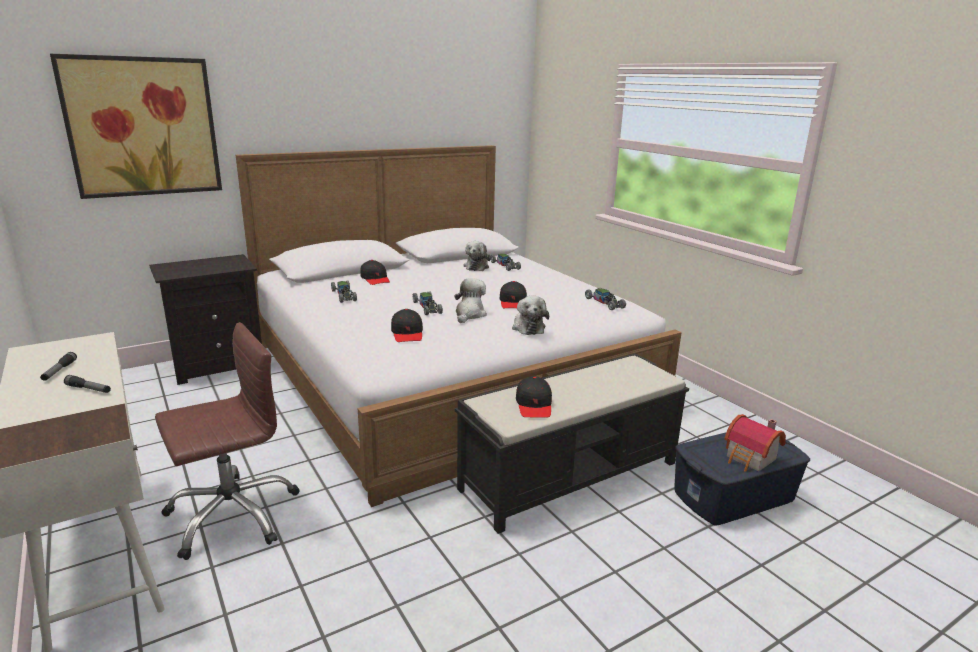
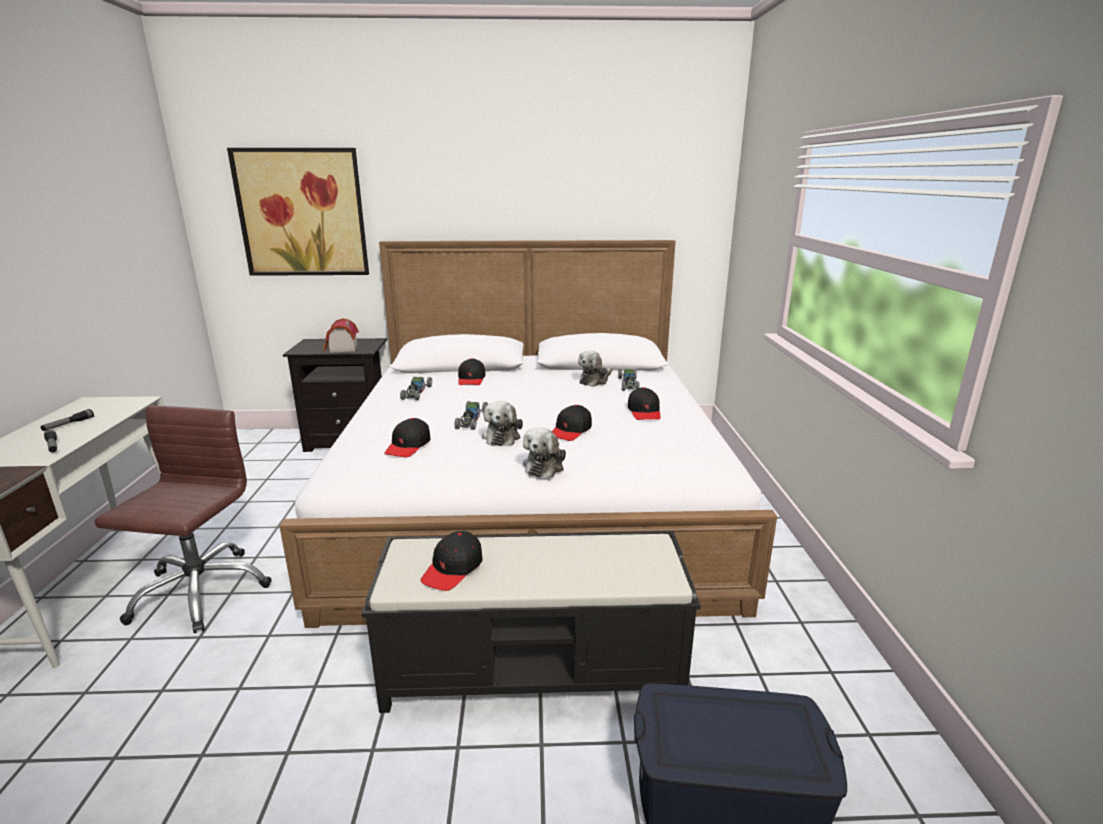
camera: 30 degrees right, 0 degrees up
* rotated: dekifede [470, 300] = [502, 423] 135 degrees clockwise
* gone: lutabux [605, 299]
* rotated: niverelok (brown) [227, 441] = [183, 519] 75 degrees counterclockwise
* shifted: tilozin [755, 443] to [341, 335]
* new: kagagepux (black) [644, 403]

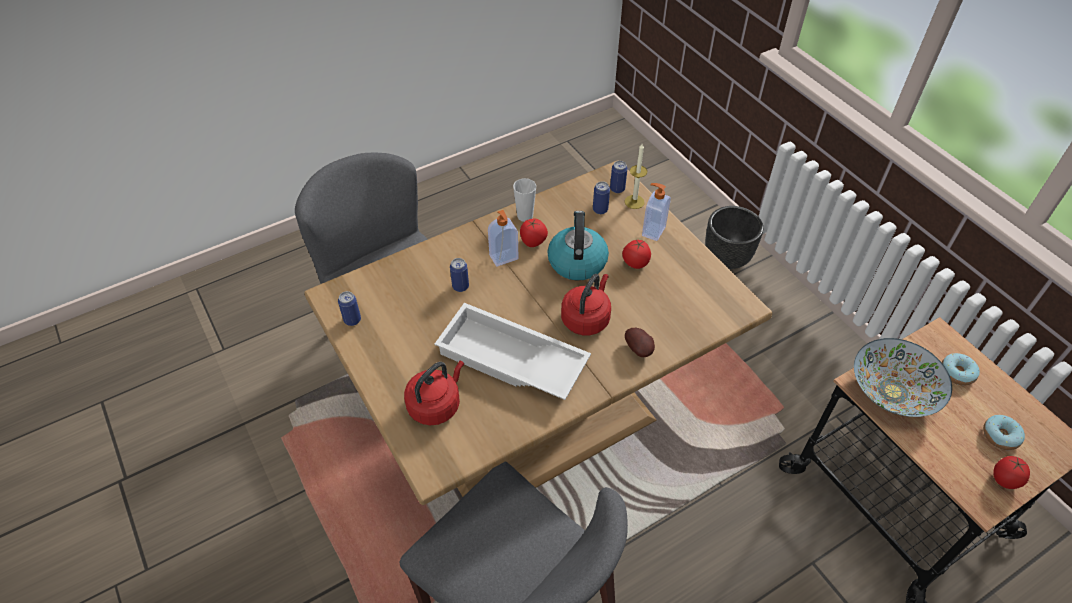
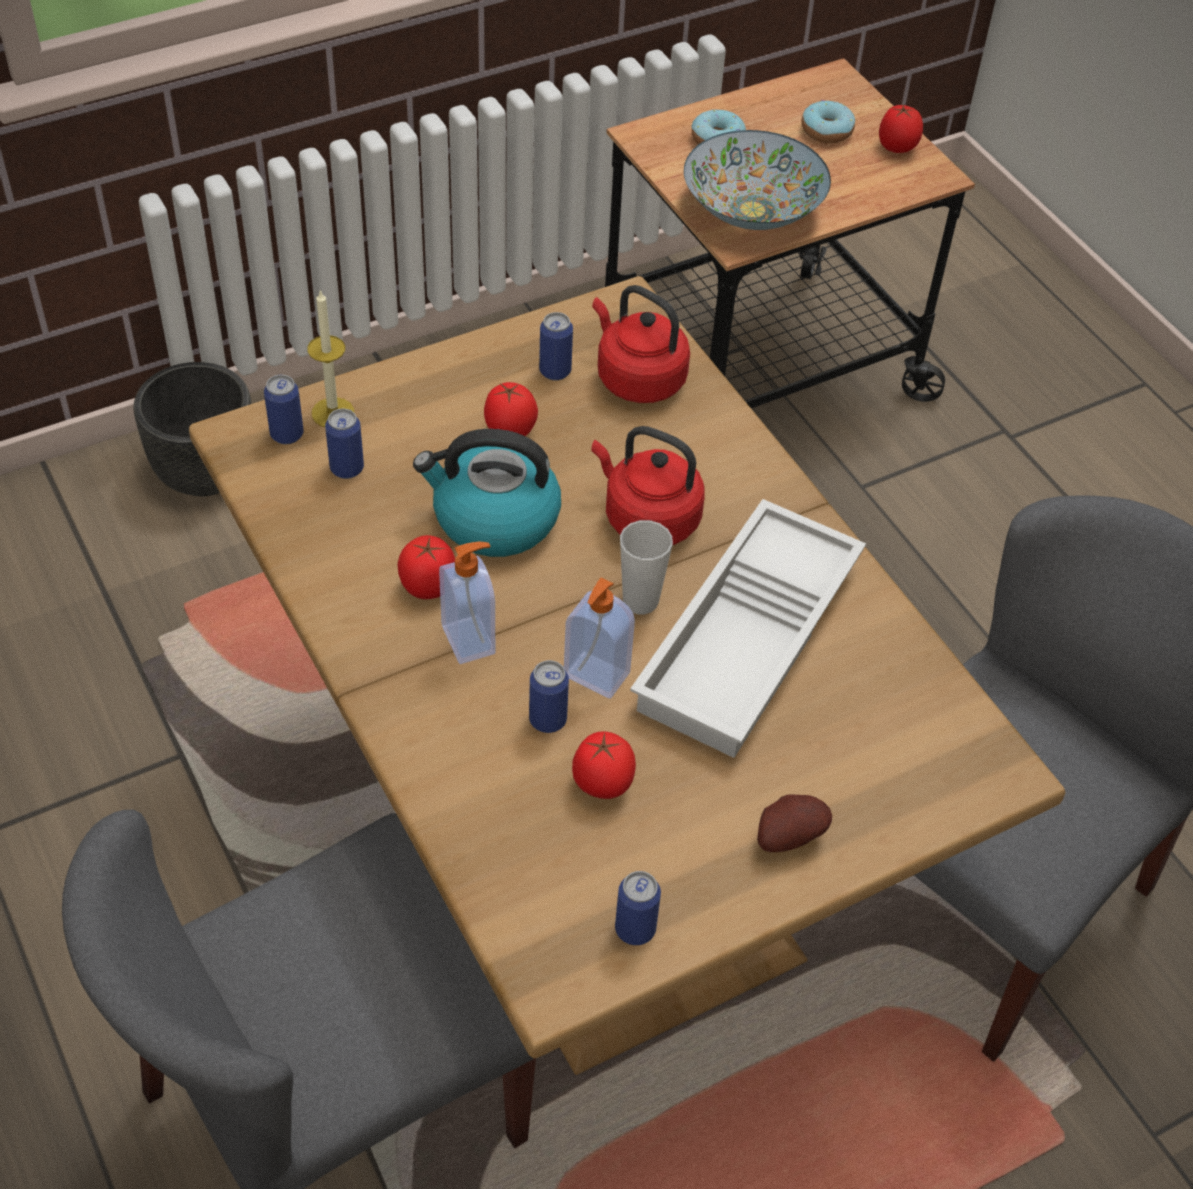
camera: 90 degrees left, 0 degrees up
* shifted: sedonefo [524, 200] to [646, 567]
* shifted: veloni [656, 212] to [599, 638]
* shifted: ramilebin [640, 342] to [794, 823]
* shifted: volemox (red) [434, 393] to [641, 344]
* new: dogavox [556, 346]
* new: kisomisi [604, 765]

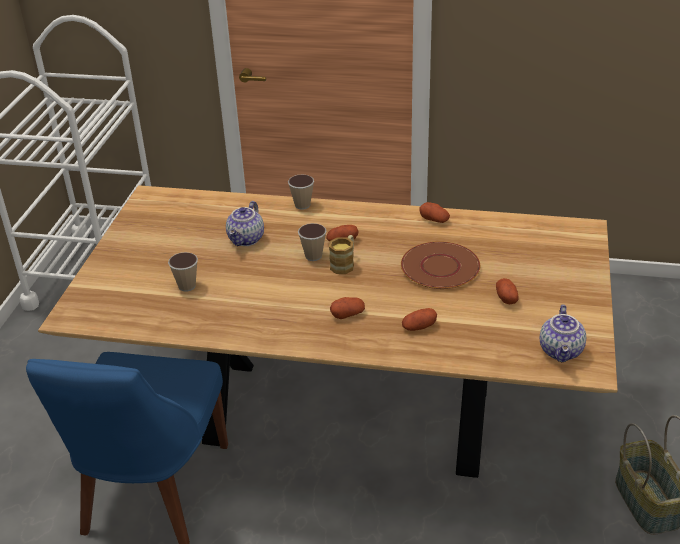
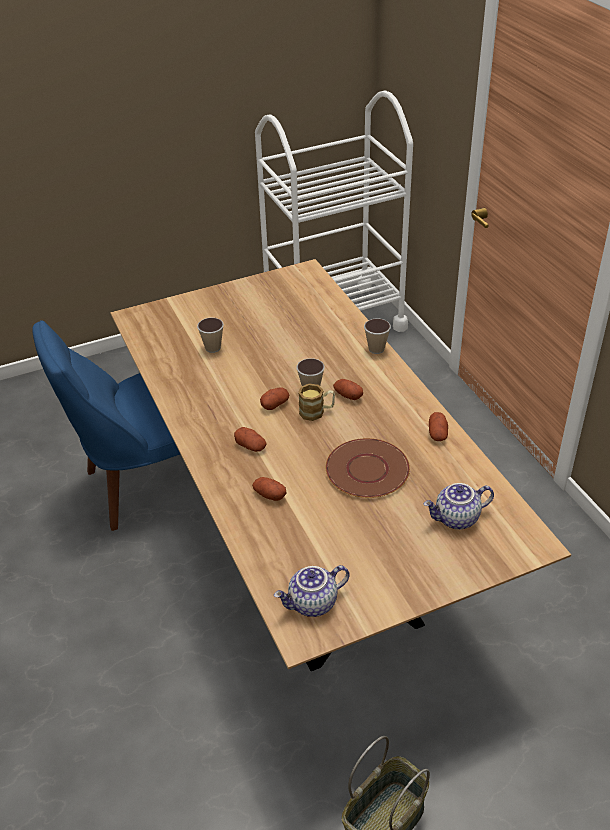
camera: 55 degrees right, 5 degrees up
* shifted: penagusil [245, 223] to [459, 506]
* shifted: ramilebin [507, 291] to [274, 398]

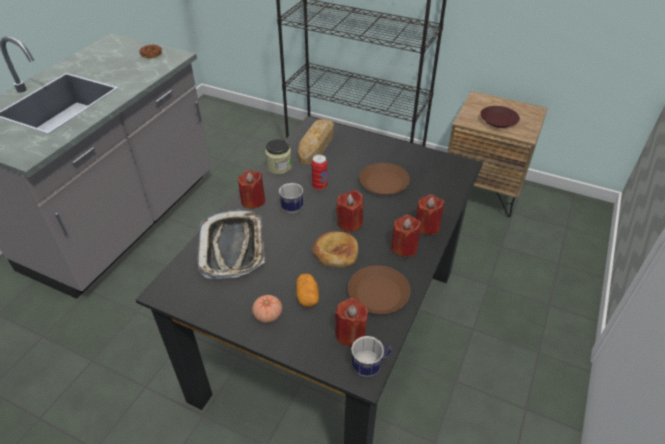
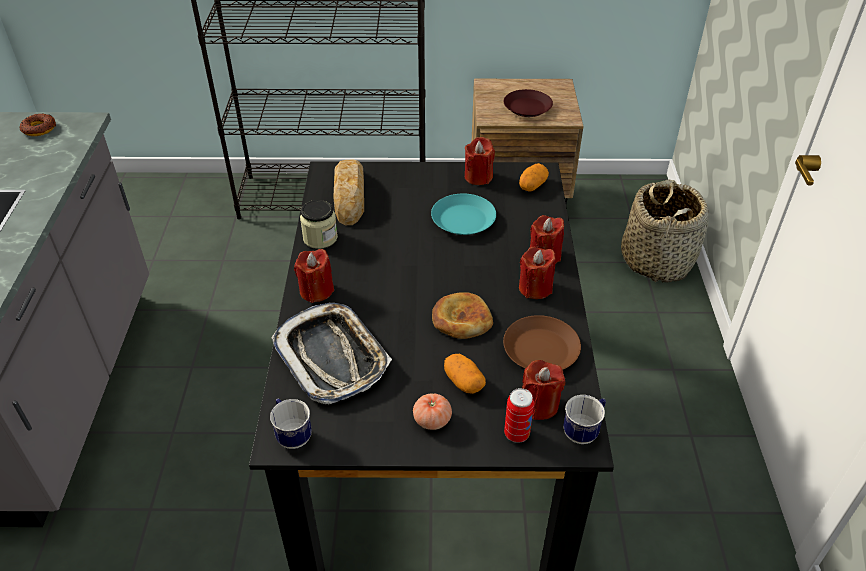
camera: 25 degrees left, 0 degrees up
* shifted: dogavox [319, 172] to [519, 415]
* repainted: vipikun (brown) [384, 179] to vipikun (turquoise) [463, 214]
* shifted: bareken [291, 198] to [291, 424]
* shifted: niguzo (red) [349, 211] to [480, 161]
* new: ramilebin [534, 177]
* new: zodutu [665, 230]

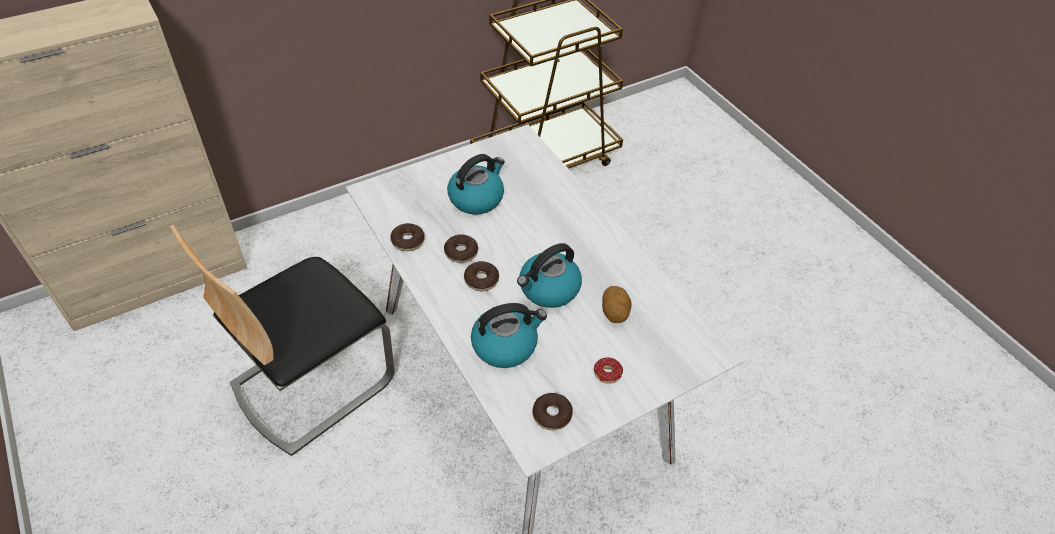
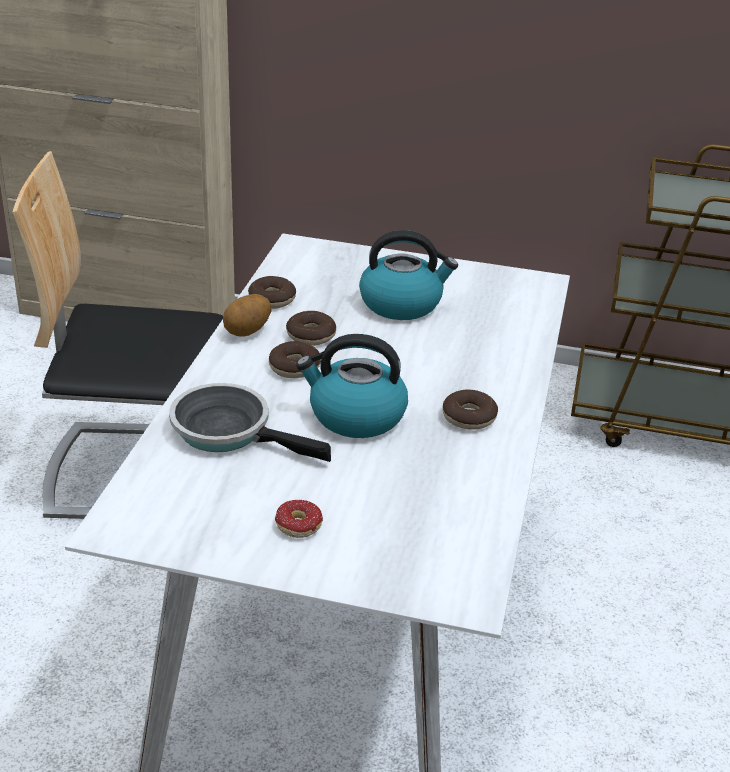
camera: 45 degrees right, 15 degrees down
* shifted: ramilebin [616, 304] to [247, 315]
* swapped: volemox [509, 335] to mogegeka [250, 422]
* shifted: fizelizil [552, 411] to [470, 410]

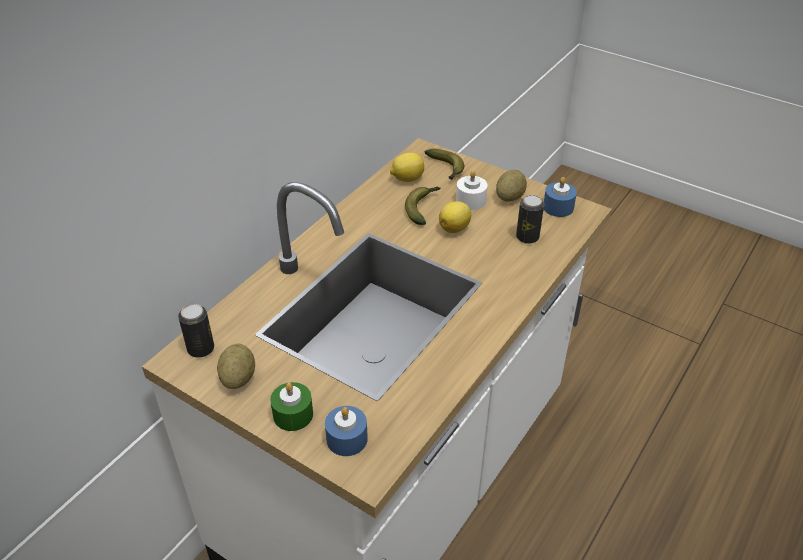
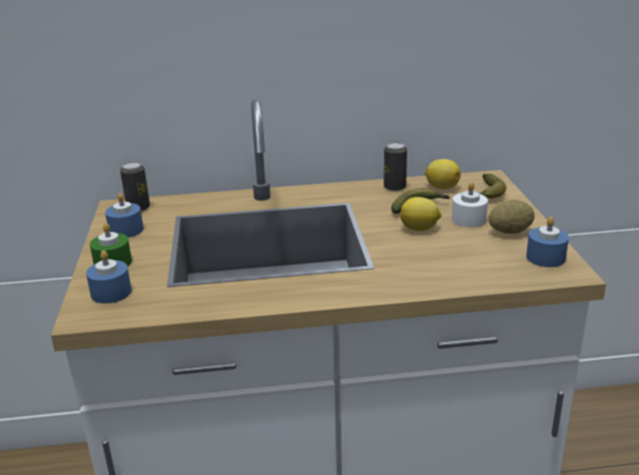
camera: 50 degrees right, 15 degrees down
* shifted: dogavox [530, 219] to [395, 166]
* swapped: ramilebin [236, 366] to niguzo (blue) [124, 215]

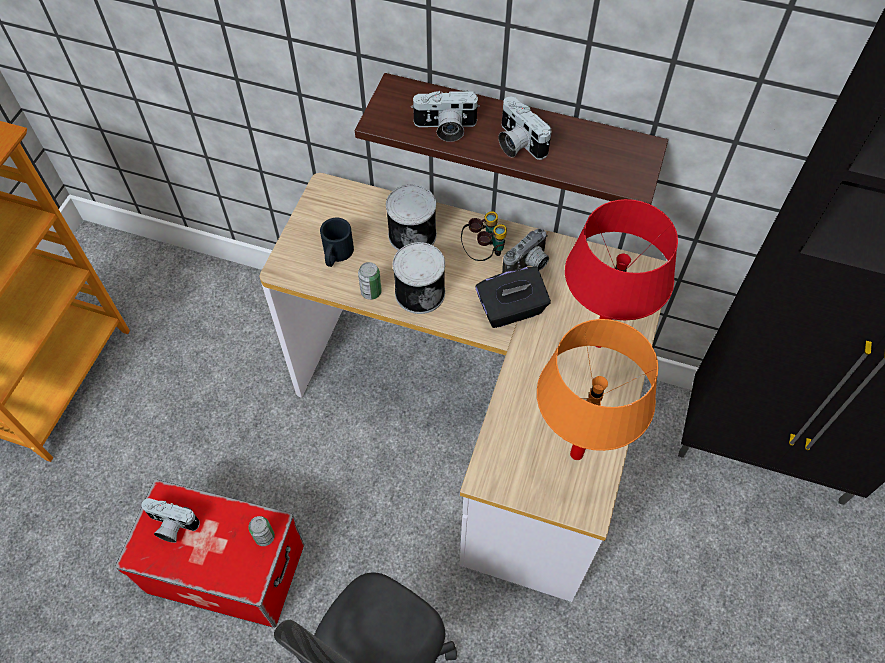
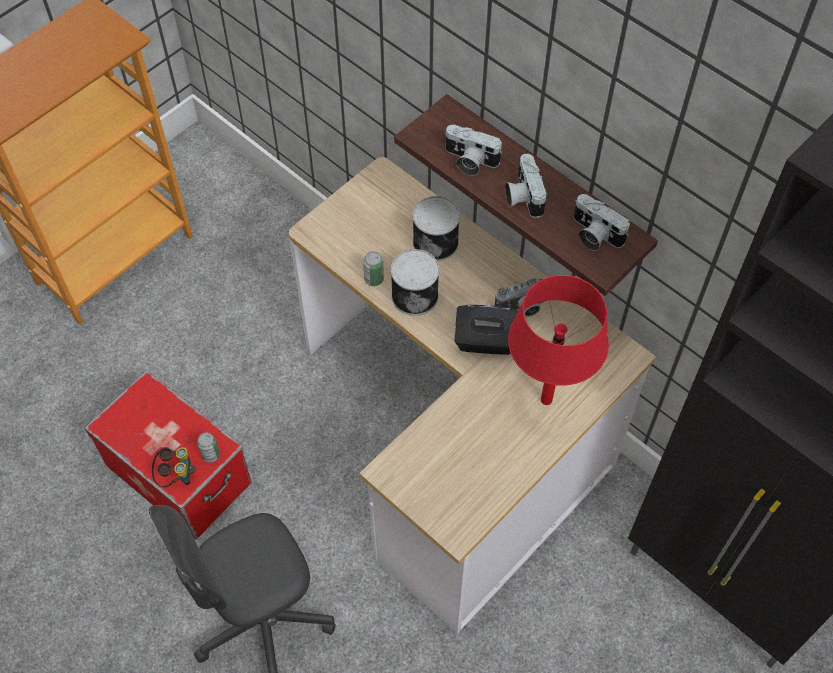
camera: 25 degrees right, 0 degrees up
* shifted: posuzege [484, 236] to [173, 467]
* gone: bareken (black) [337, 242]
* gone: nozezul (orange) [597, 389]
* shifted: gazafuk [170, 520] to [602, 222]

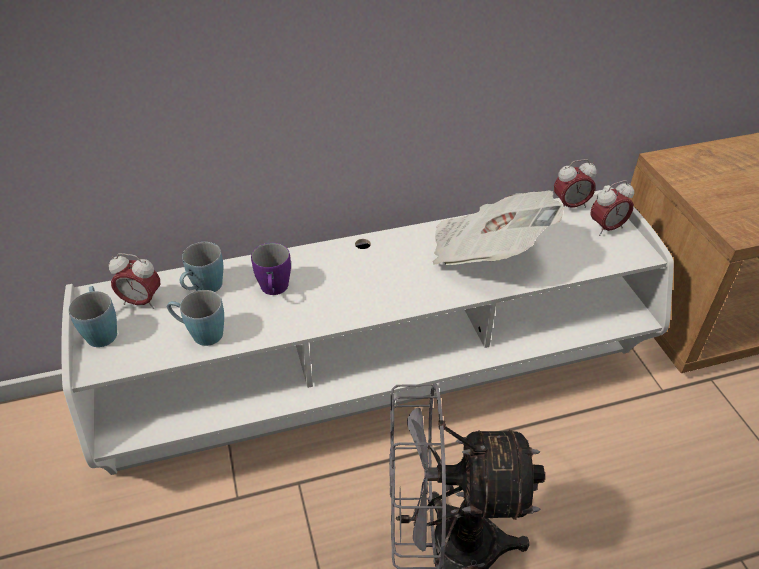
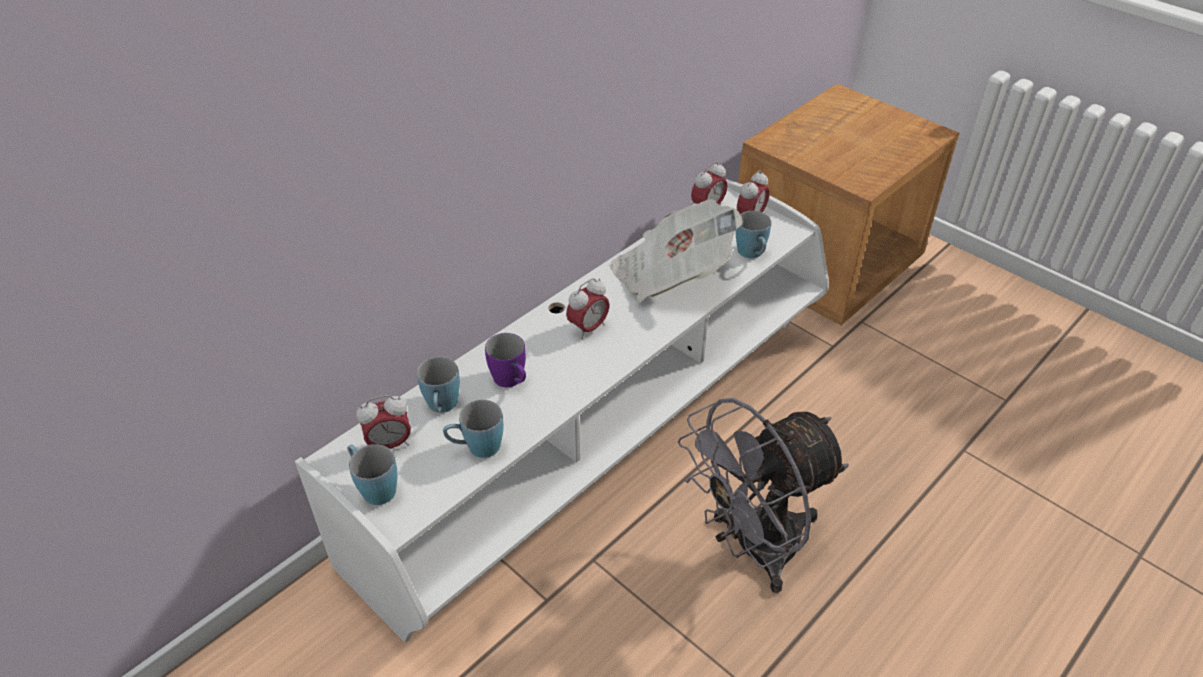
camera: 30 degrees left, 0 degrees up
* new: bareken (blue) [753, 234]
* new: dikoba [588, 308]

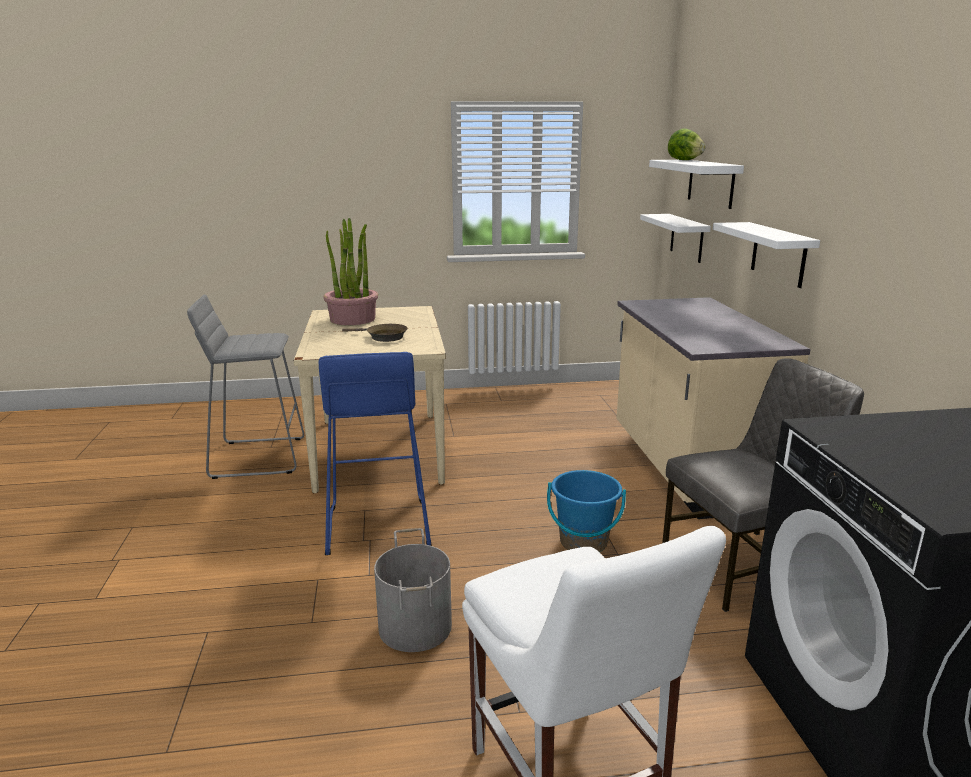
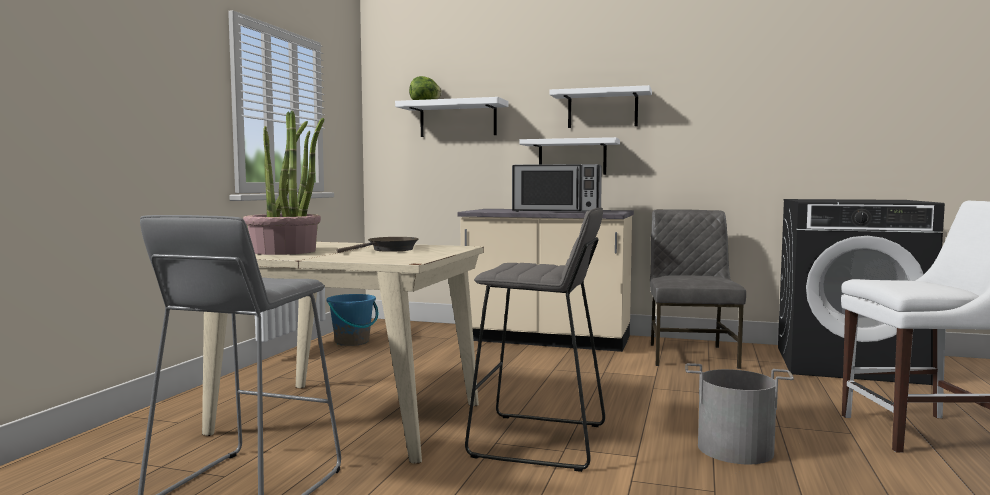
camera: 65 degrees left, 15 degrees down
* shifted: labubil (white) [675, 238] to [600, 106]
* repainted: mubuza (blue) [375, 453] to mubuza (grey) [535, 339]
* shifted: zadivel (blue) [586, 511] to [352, 320]
* new: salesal [557, 188]

